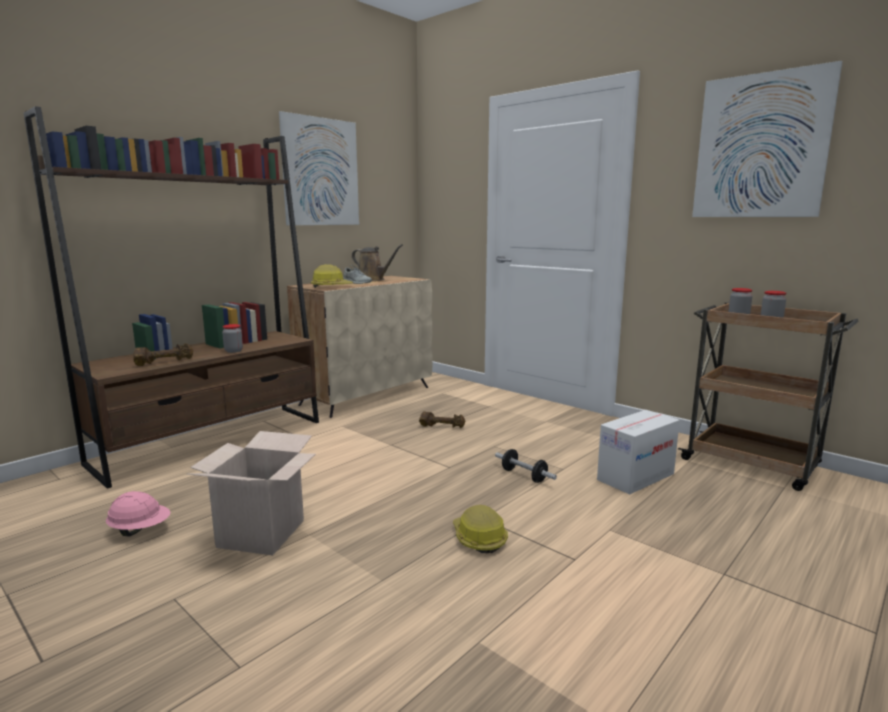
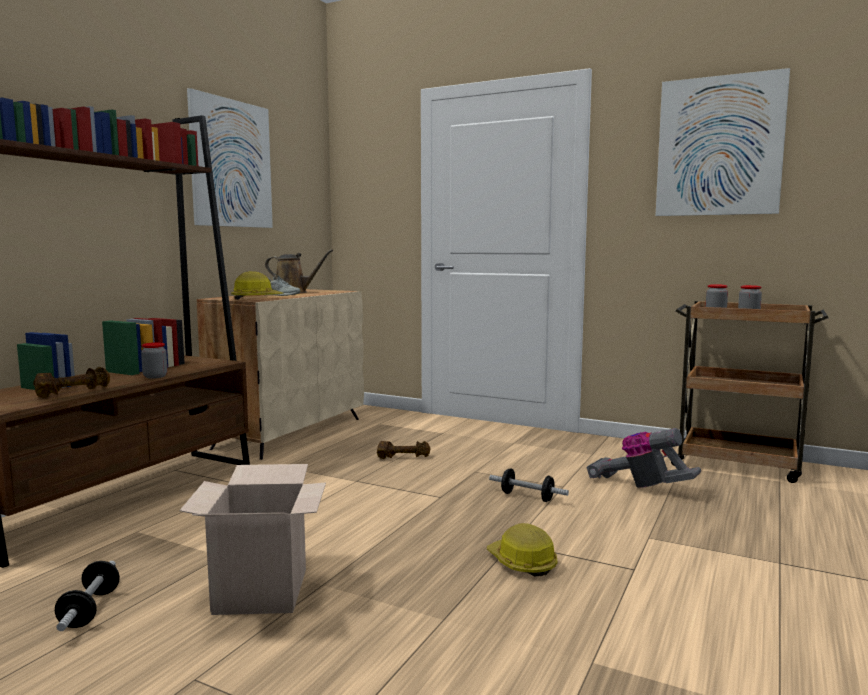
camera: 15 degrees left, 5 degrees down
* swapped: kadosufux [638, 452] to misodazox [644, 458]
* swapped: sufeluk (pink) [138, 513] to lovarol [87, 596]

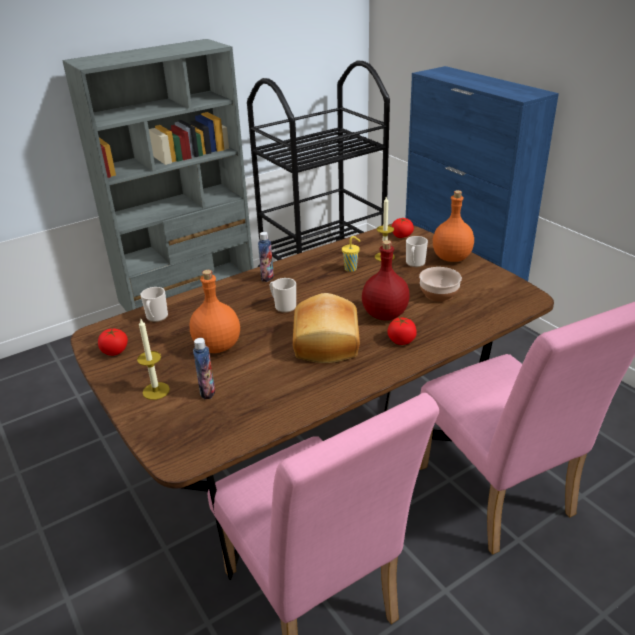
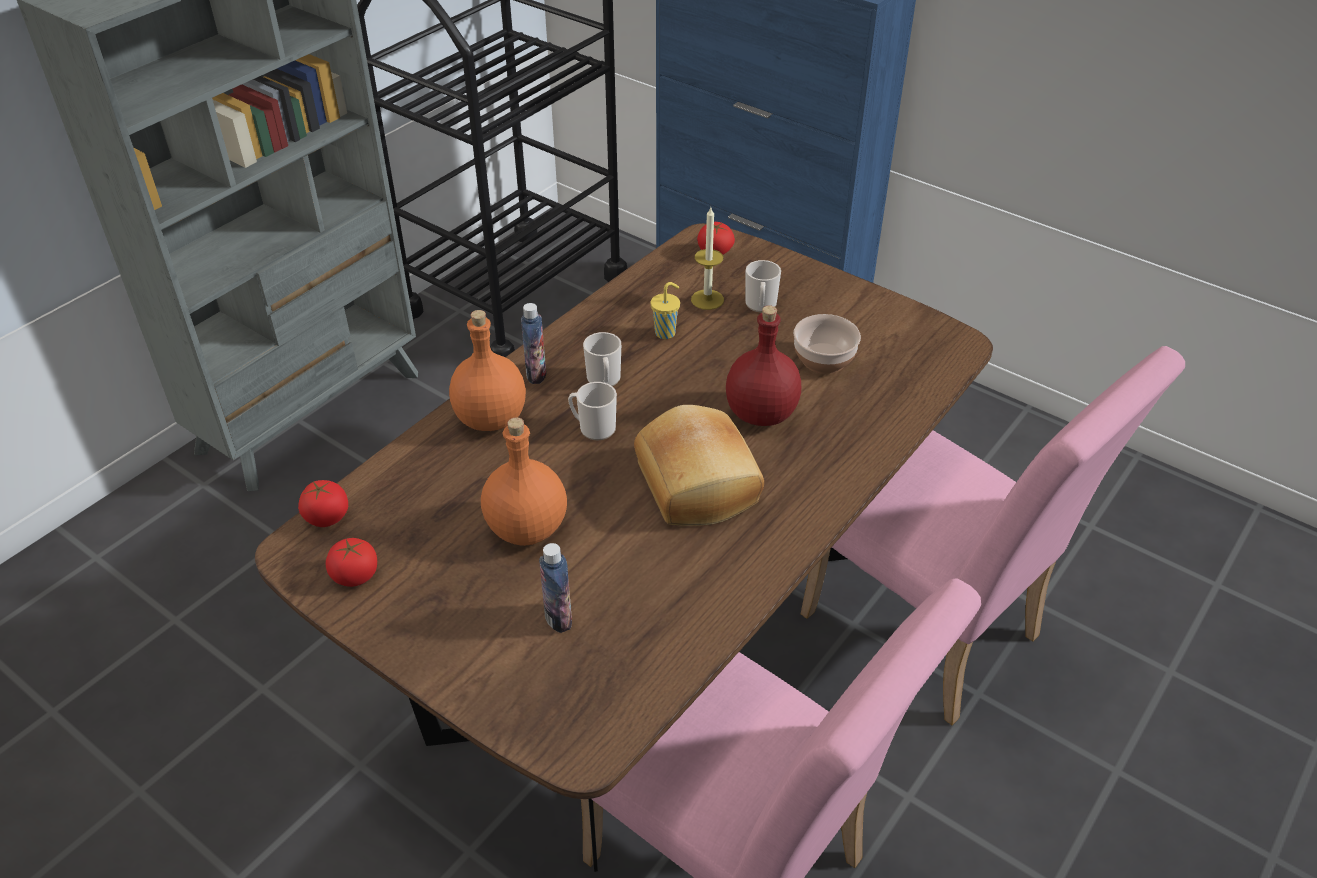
camera: 20 degrees left, 10 degrees up
* shifted: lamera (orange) [453, 226] to [487, 370]
* shifted: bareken [154, 304] to [602, 359]
* shifted: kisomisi [402, 331] to [323, 503]
* gone: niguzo [153, 359]

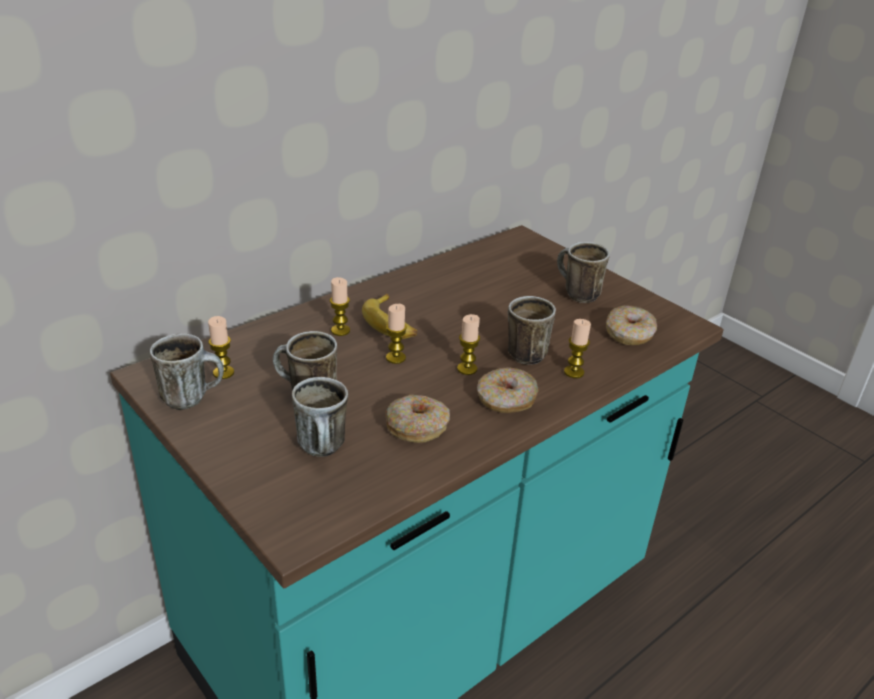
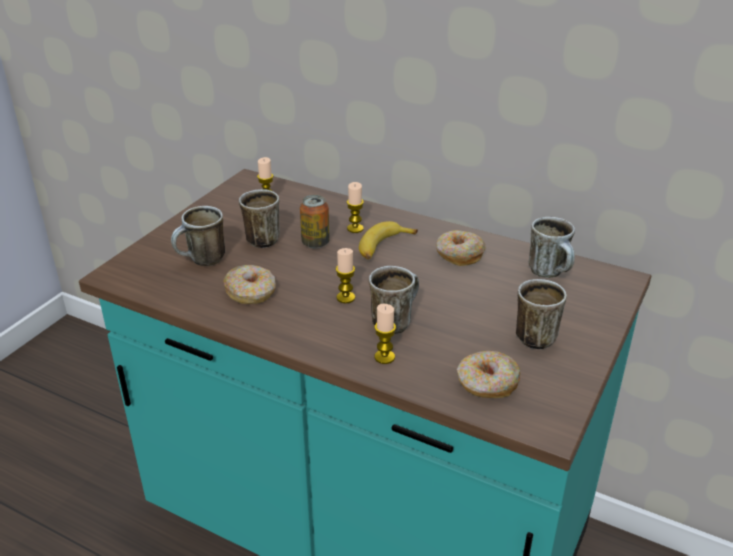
camera: 70 degrees right, 0 degrees up
* gone: niguzo [396, 334]
* shifted: bareken [187, 371] to [551, 247]
* shifted: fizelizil [508, 390] to [461, 248]
* new: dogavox [315, 221]

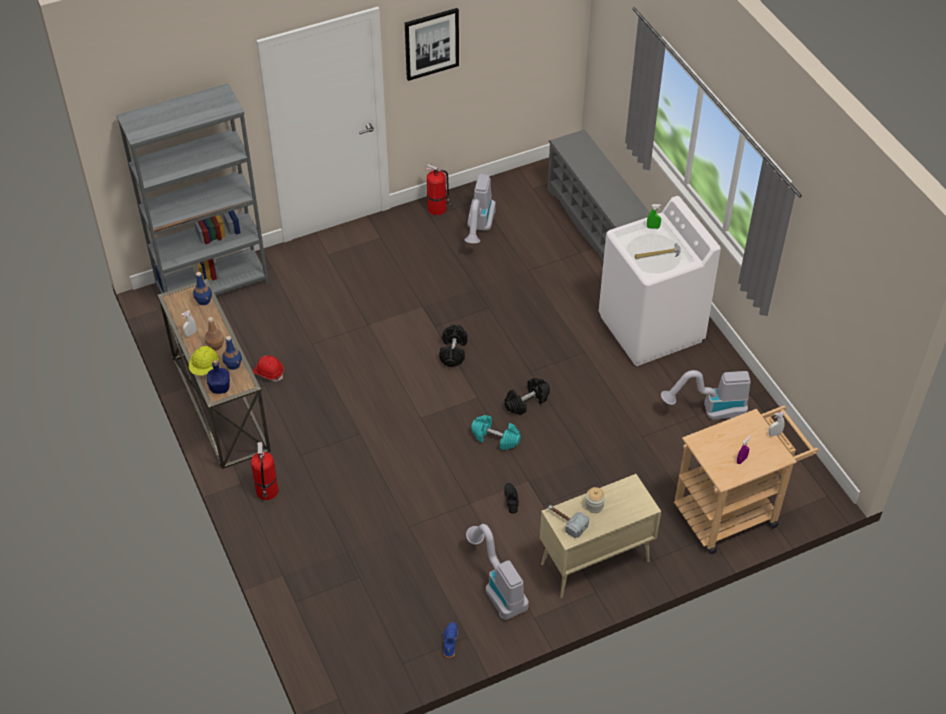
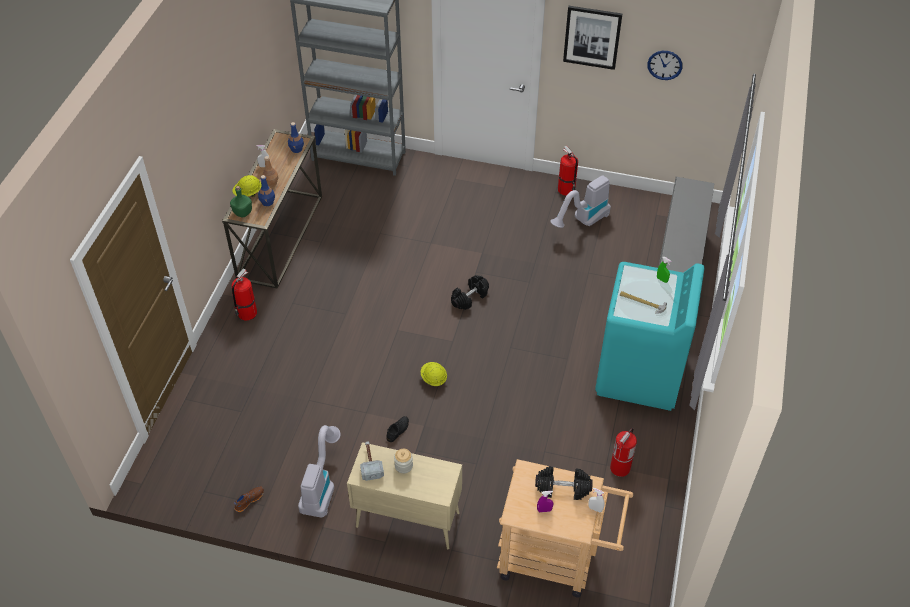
camera: 40 degrees right, 0 degrees up
* repainted: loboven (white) [660, 281] to loboven (turquoise) [650, 336]
* gone: sufeluk (red) [268, 368]
* repainted: lamera (blue) [218, 377] to lamera (green) [241, 202]
* swapped: misodazox [706, 395] to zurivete [623, 452]
* shifted: lovarol (black) [527, 396] to [564, 483]
* swapped: lovarol (turquoise) [496, 432] to sufeluk (yellow) [434, 374]
* repainted: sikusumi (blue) [450, 640] to sikusumi (brown) [249, 499]
* new: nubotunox [664, 65]

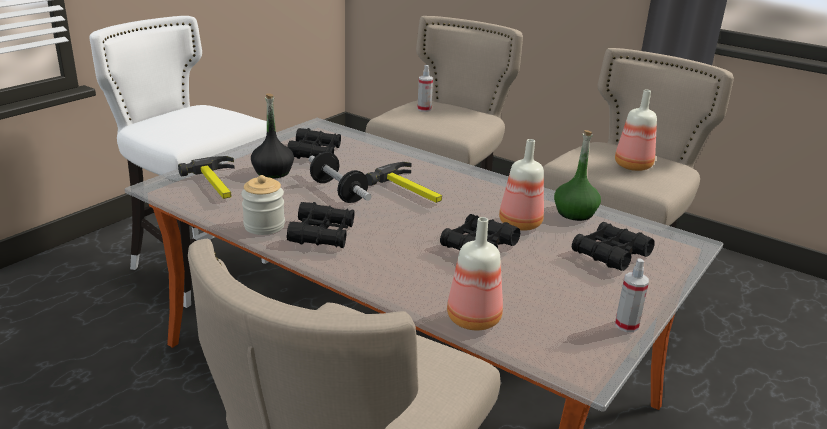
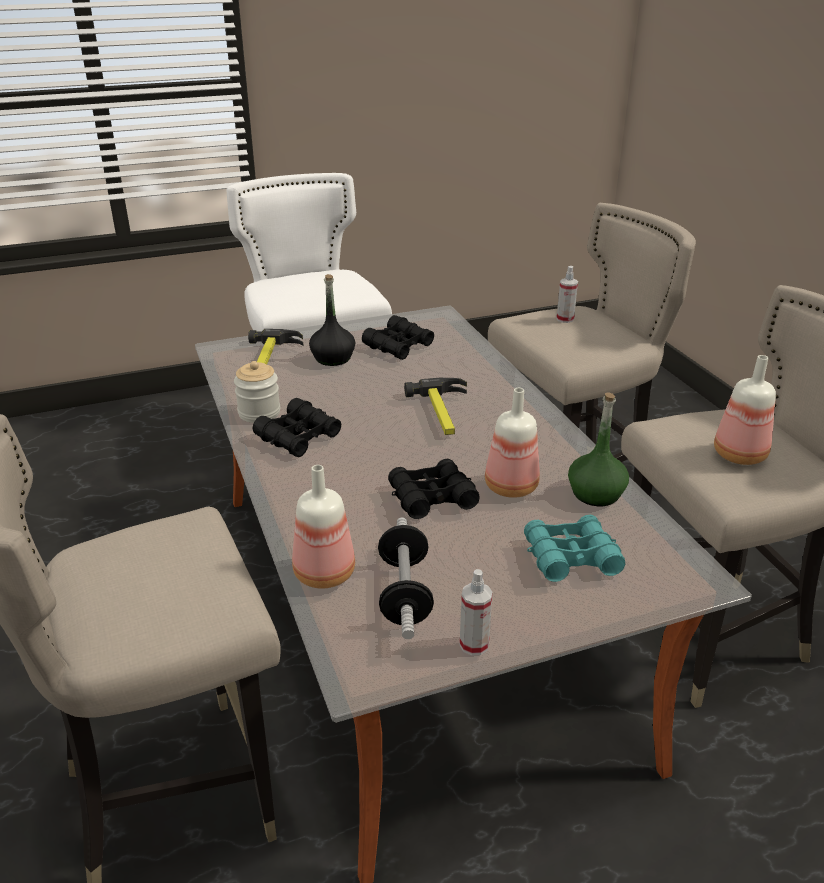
camera: 35 degrees right, 5 degrees up
* shifted: lovarol [340, 177] to [406, 578]
* repainted: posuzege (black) [613, 246] to posuzege (turquoise) [574, 548]

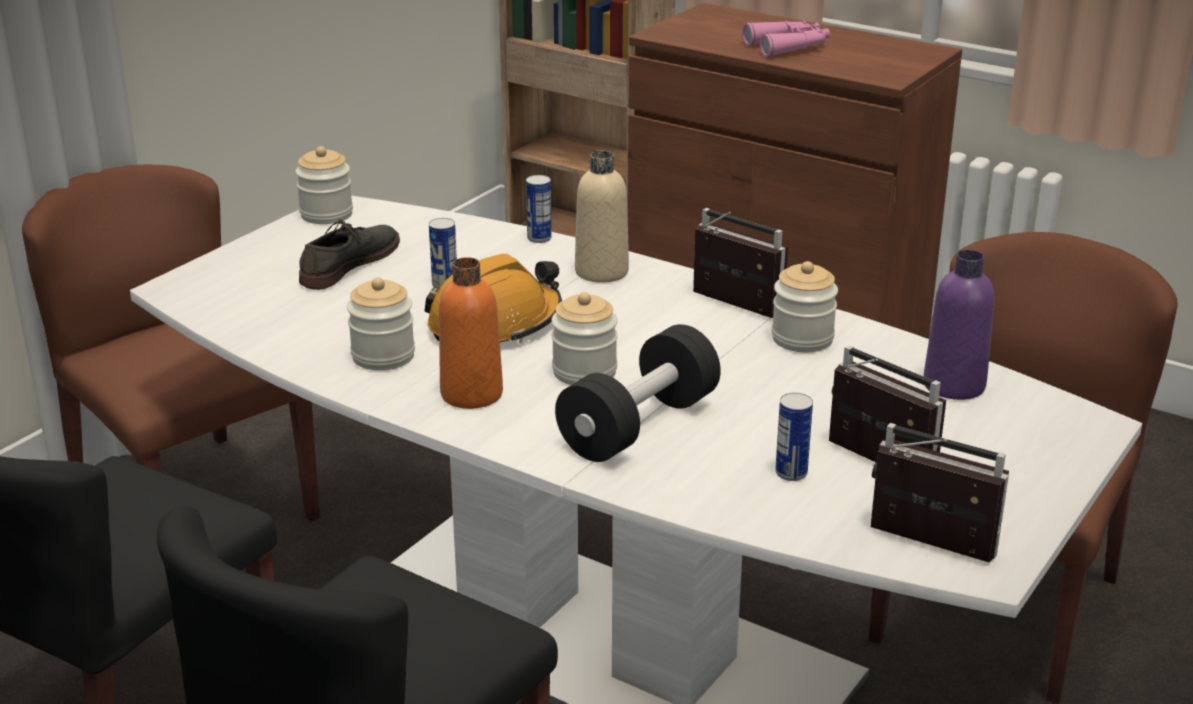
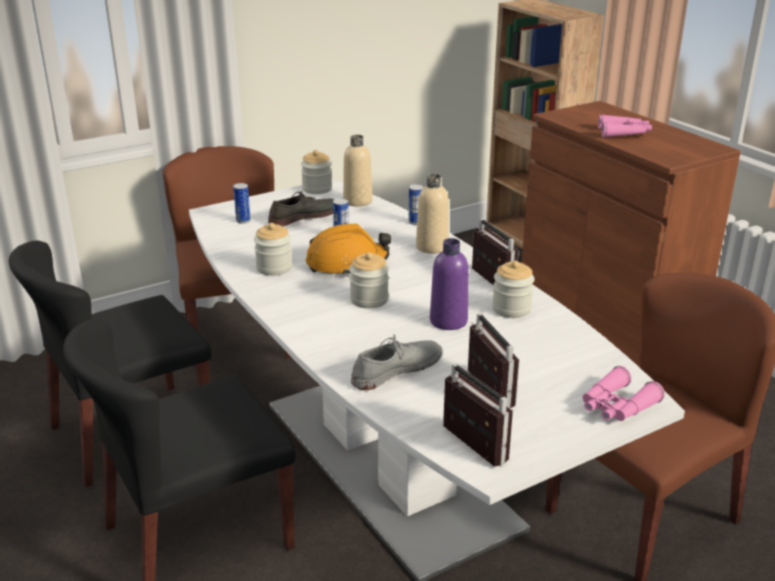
camera: 25 degrees right, 0 degrees up
* shifted: lamera (purple) [959, 325] to [449, 284]
* gone: lamera (orange) [471, 333]
* gone: lovarol (black) [638, 393]
* shifted: dogavox [794, 437] to [242, 203]
* new: lamera (beige) [358, 171]
* new: sikusumi (grey) [396, 362]
* new: posuzege (pink) [624, 393]

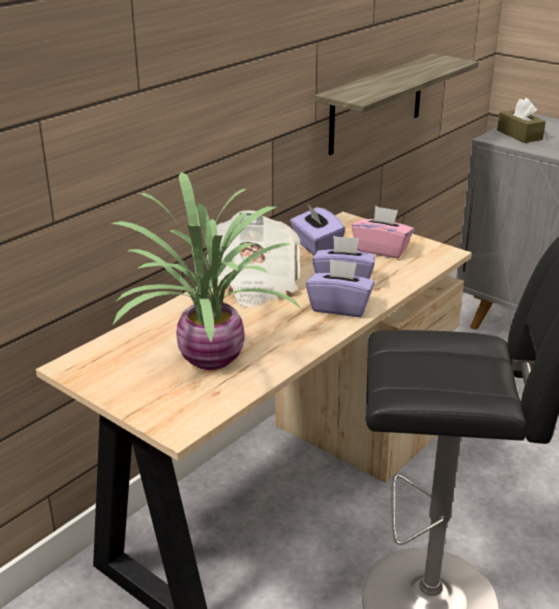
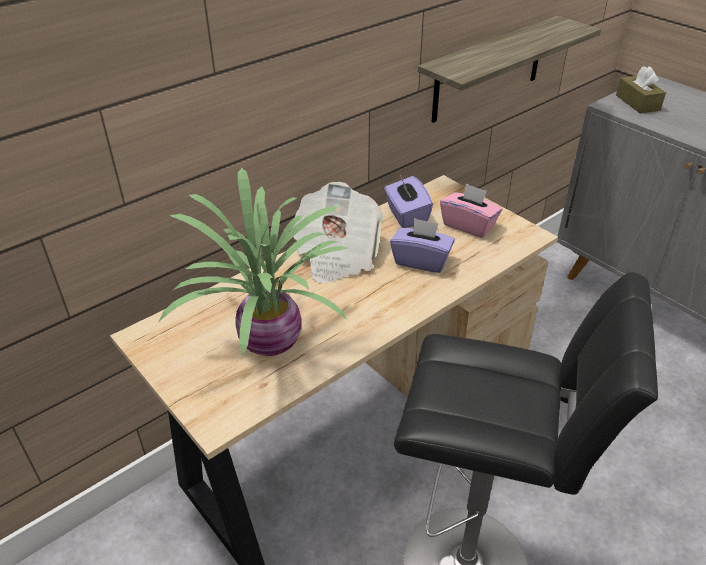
camera: 10 degrees right, 10 degrees up
* gone: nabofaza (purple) [340, 288]

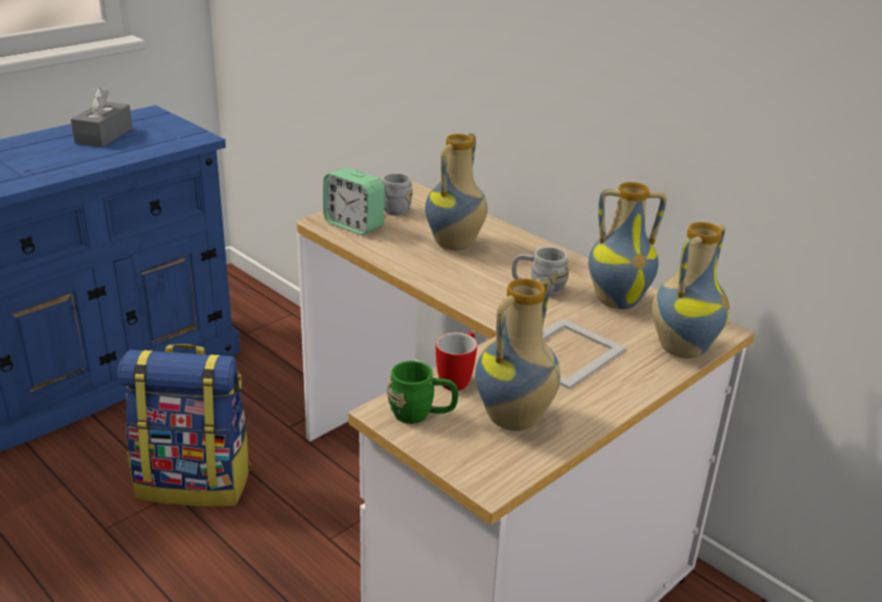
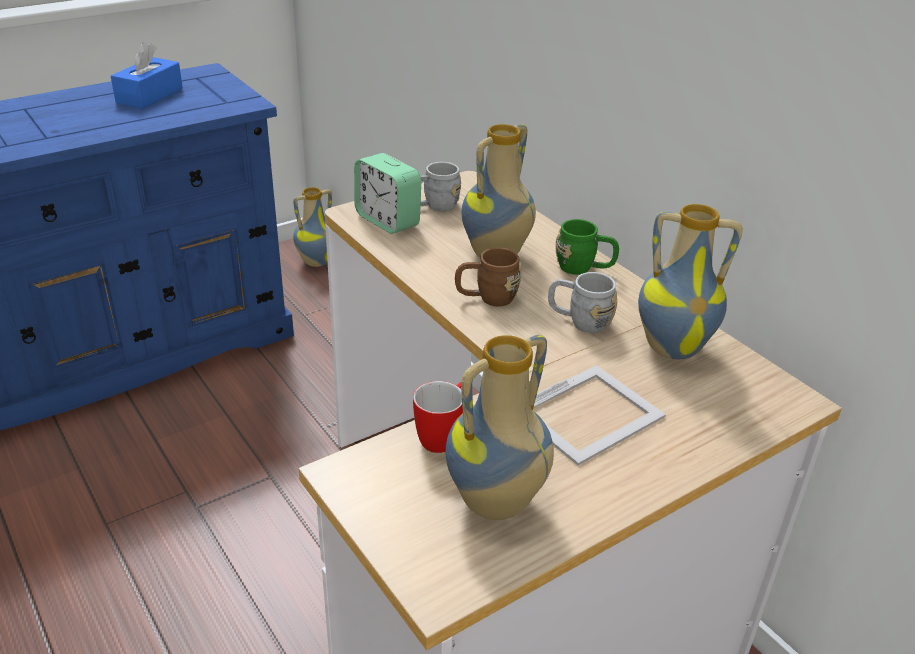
camera: 10 degrees right, 5 degrees up
* repainted: nabofaza (grey) [102, 117] to nabofaza (blue) [147, 75]
* shifted: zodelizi [690, 290] to [312, 227]
* gone: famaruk [184, 425]
* shifted: bareken (green) [422, 392] to [587, 247]
* new: bareken (brown) [488, 277]

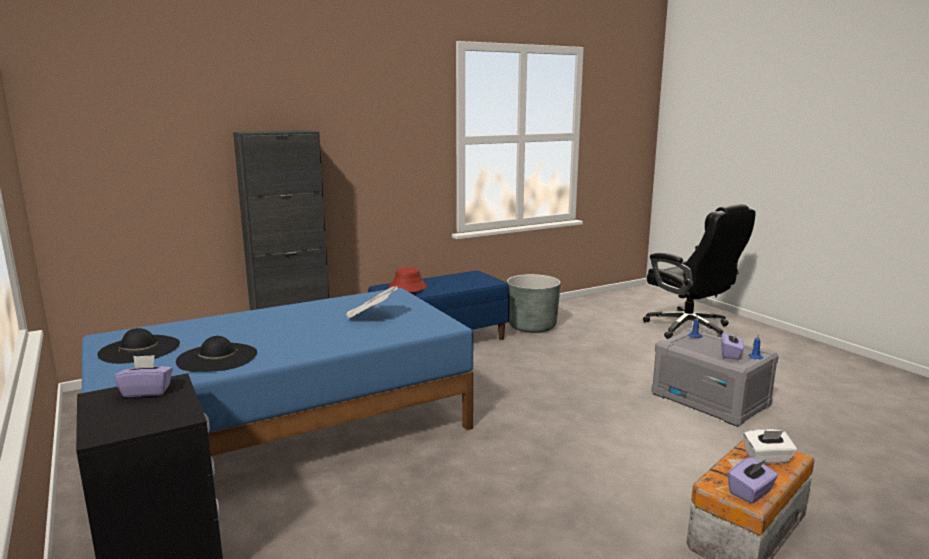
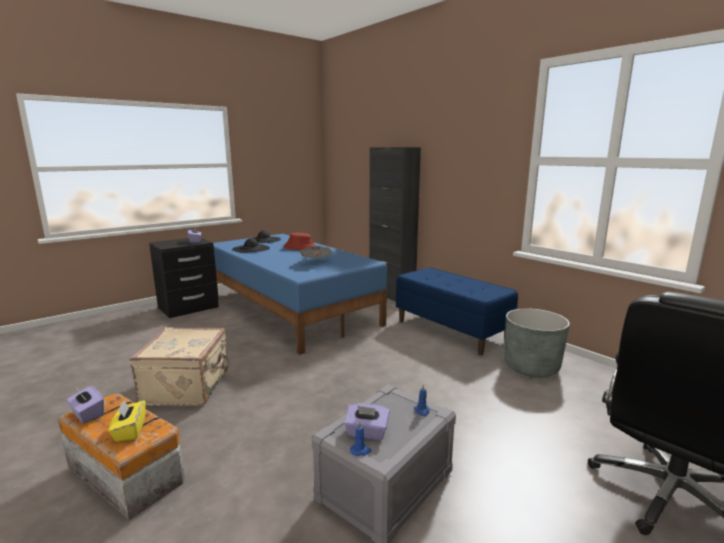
camera: 80 degrees right, 0 degrees up
* shifted: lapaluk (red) [407, 279] to [299, 241]
* repainted: nabofaza (white) [770, 446] to nabofaza (yellow) [127, 421]
* new: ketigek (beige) [179, 367]

